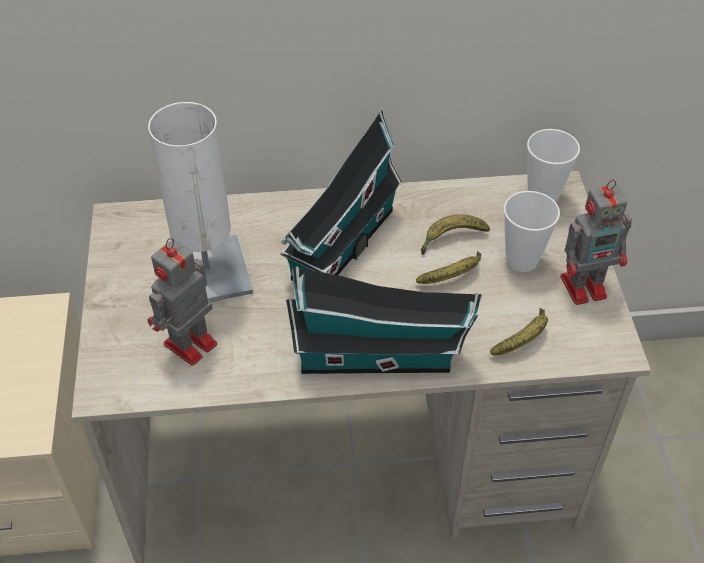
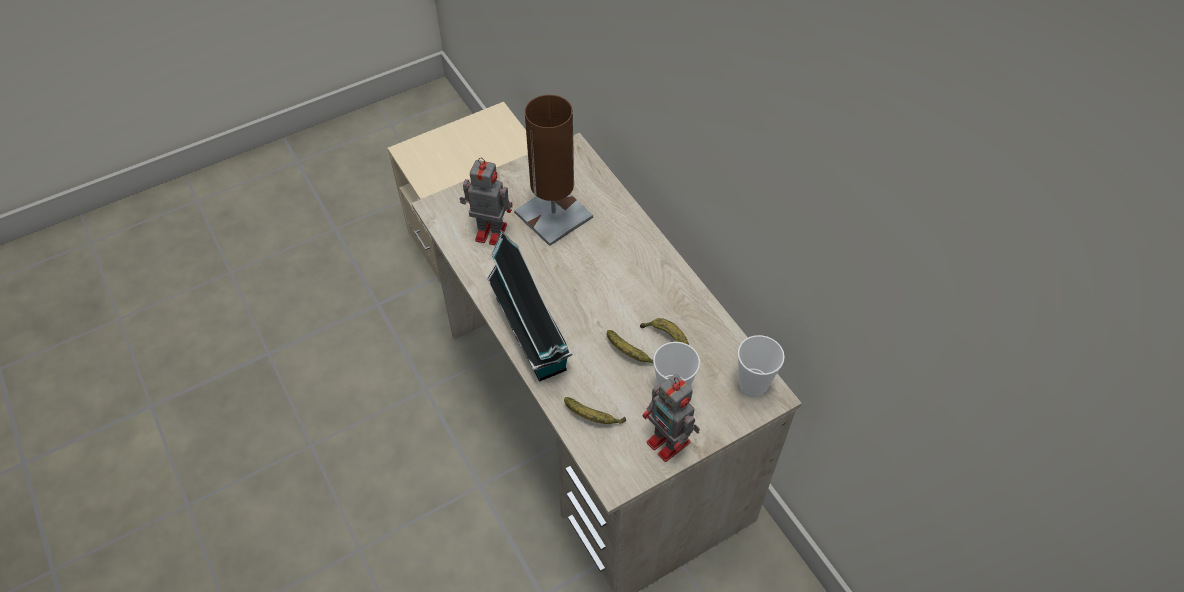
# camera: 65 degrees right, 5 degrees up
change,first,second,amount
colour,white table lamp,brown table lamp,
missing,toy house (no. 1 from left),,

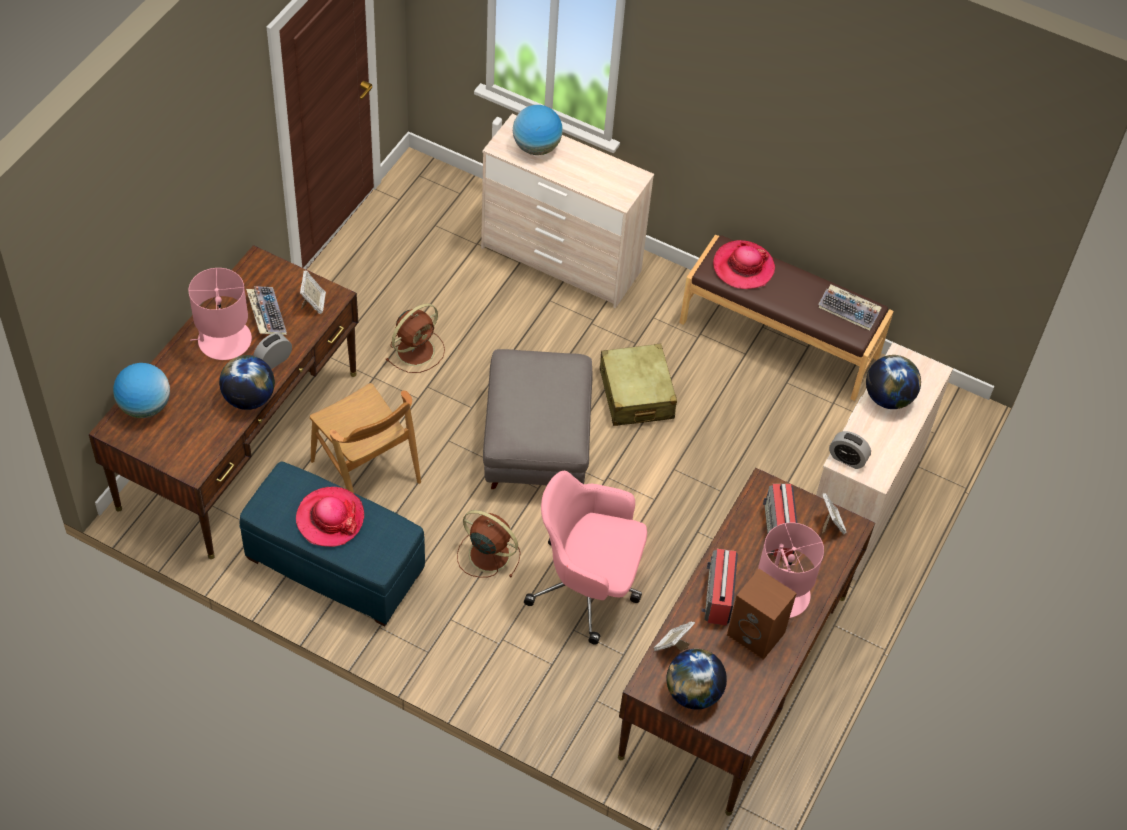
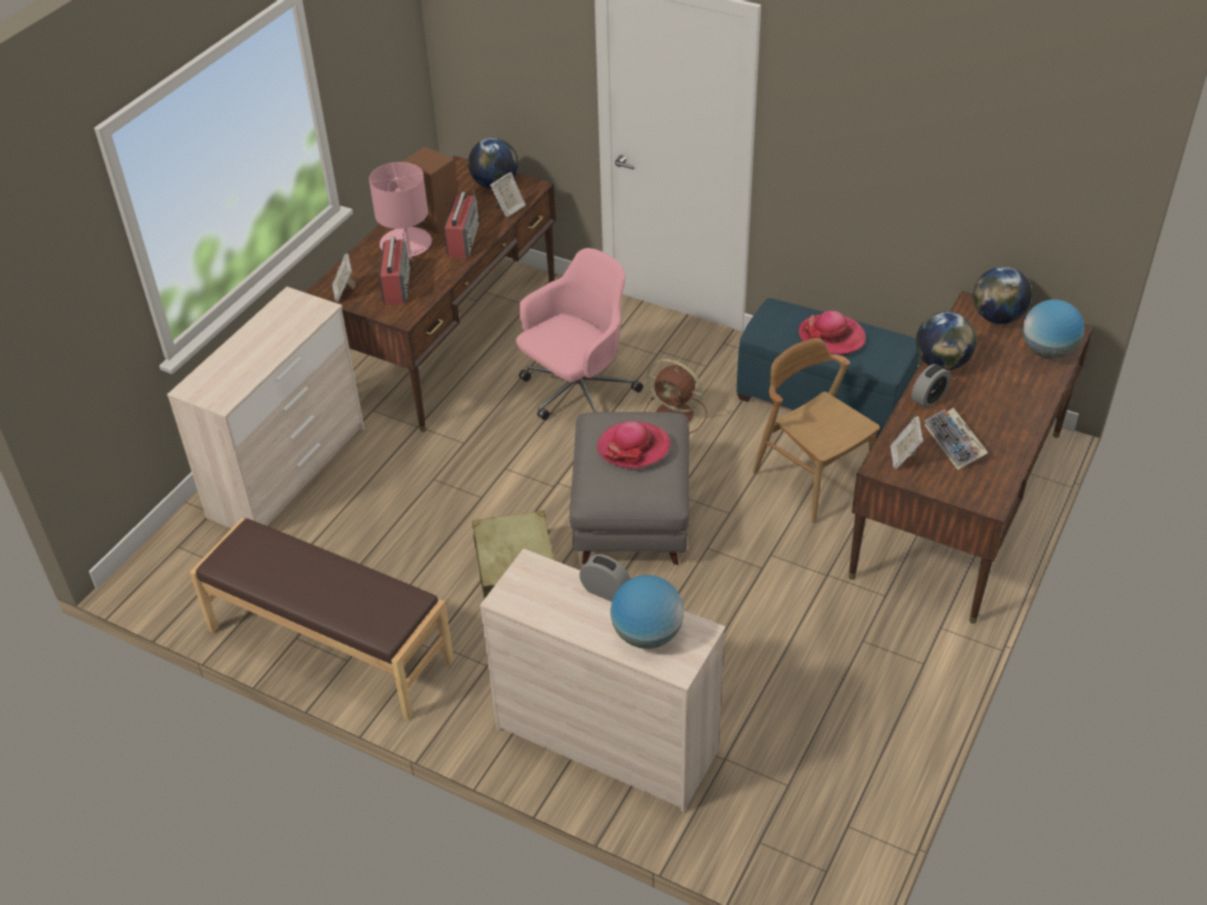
# camera: 175 degrees left, 10 degrees down
change,first,second,amount
relocated,hat (no. 2 from left in the first image),hat (no. 1 from left),
missing,pink table lamp (no. 1 from left),,
missing,keyboard (no. 2 from left),,
missing,brown fan (no. 1 from left),,
relocated,globe (no. 5 from left in the first image),globe (no. 4 from left),
relocated,alarm clock (no. 2 from left in the first image),alarm clock (no. 1 from left),
spun,pink office chair,,60 degrees counterclockwise

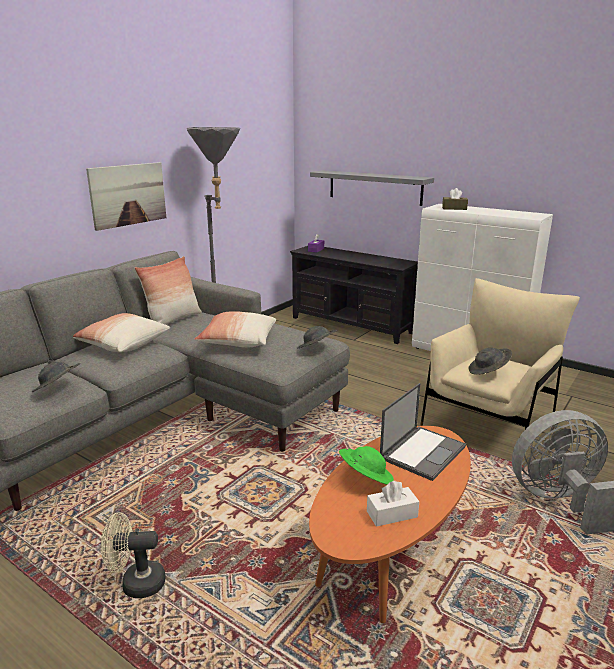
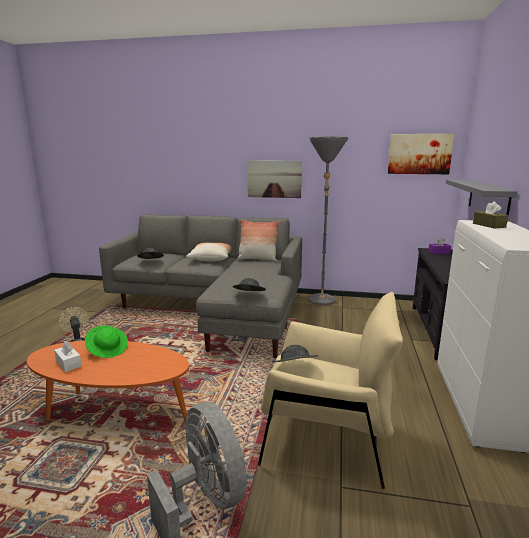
# camera: 65 degrees right, 5 degrees down
change,first,second,amount
missing,pillow (no. 3 from left),,
missing,laptop,,
appeared,,picture (no. 2 from left),

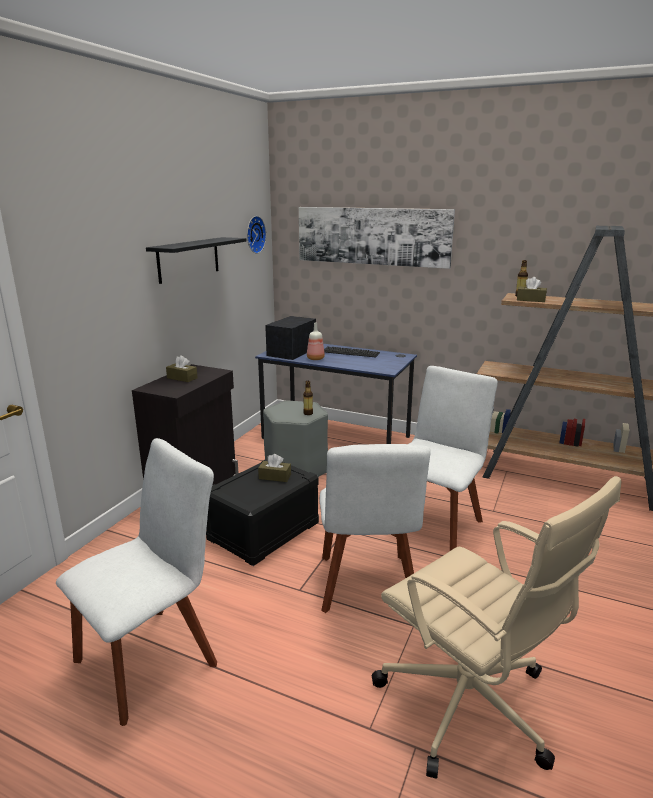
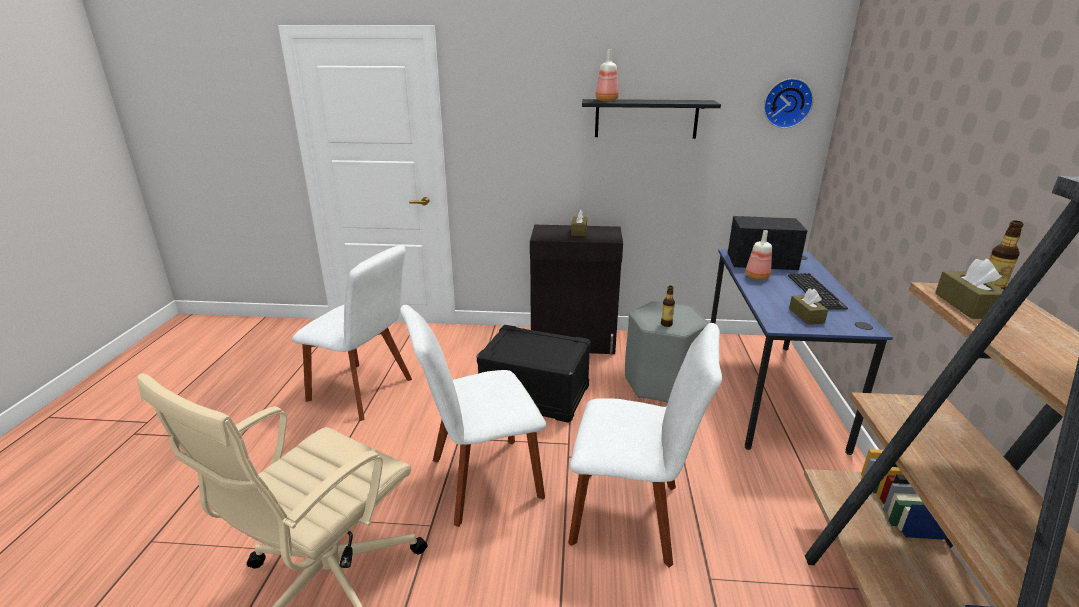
# camera: 70 degrees right, 5 degrees up
change,first,second,amount
missing,picture,,
relocated,brown tissue box (no. 2 from left),,
appeared,,bottle (no. 1 from left),

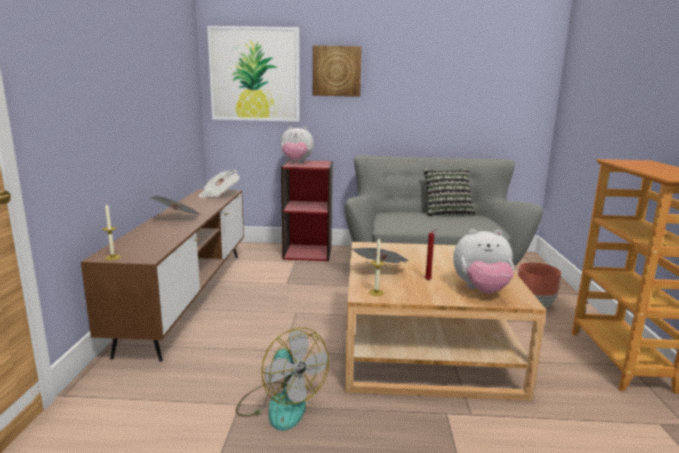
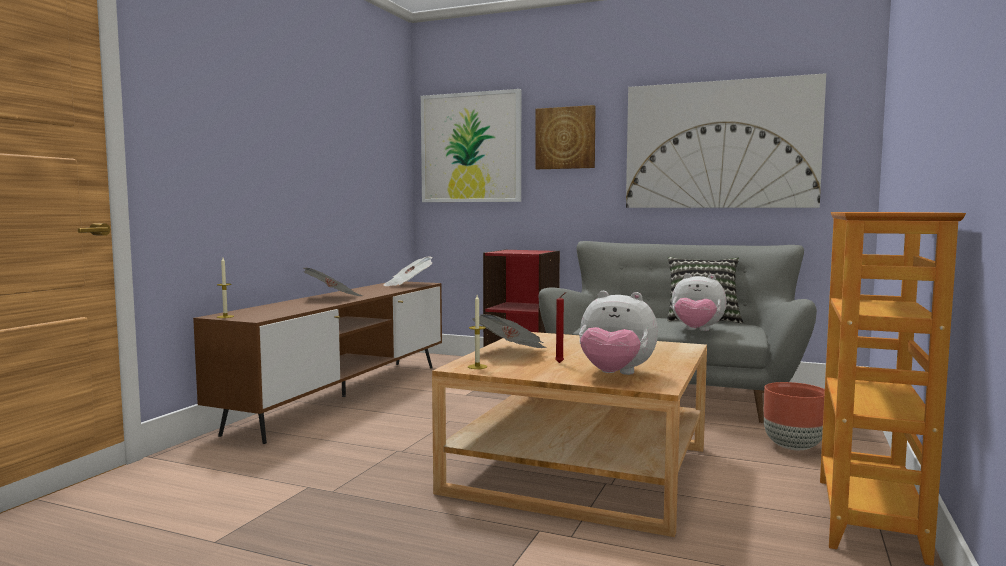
# camera: 20 degrees right, 10 degrees down
change,first,second,amount
relocated,plush toy (no. 1 from left in the first image),plush toy (no. 2 from left),
missing,fan,,
appeared,,picture (no. 3 from left),

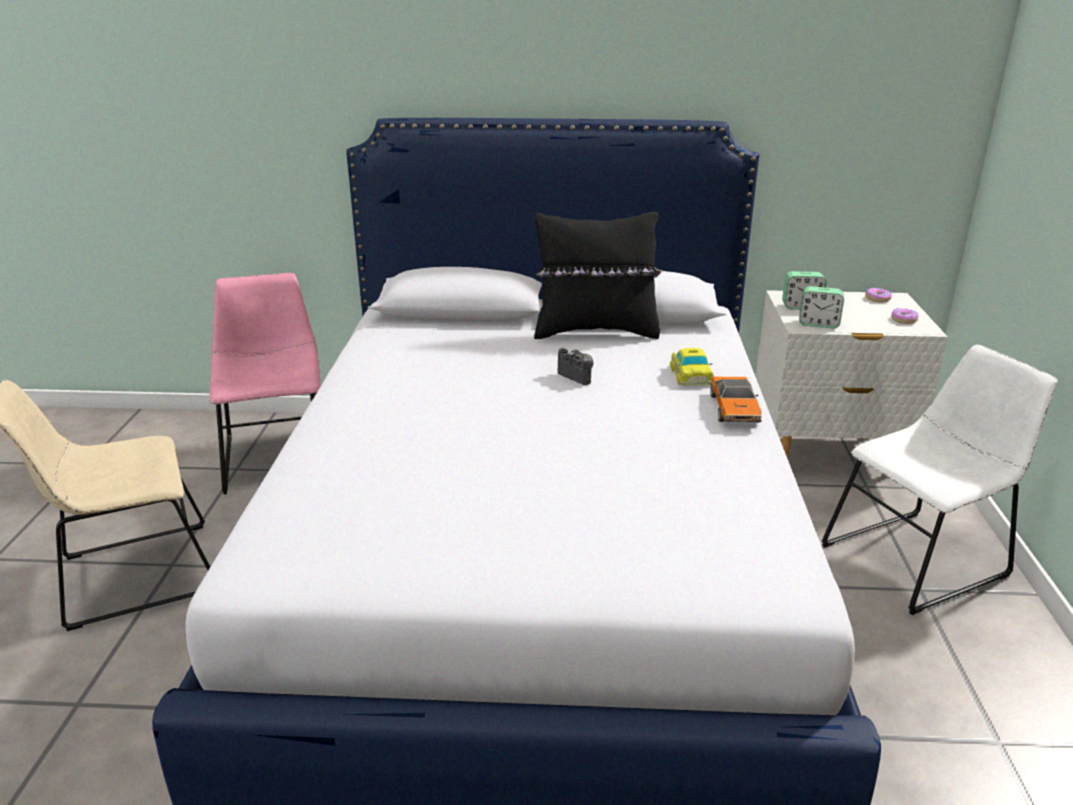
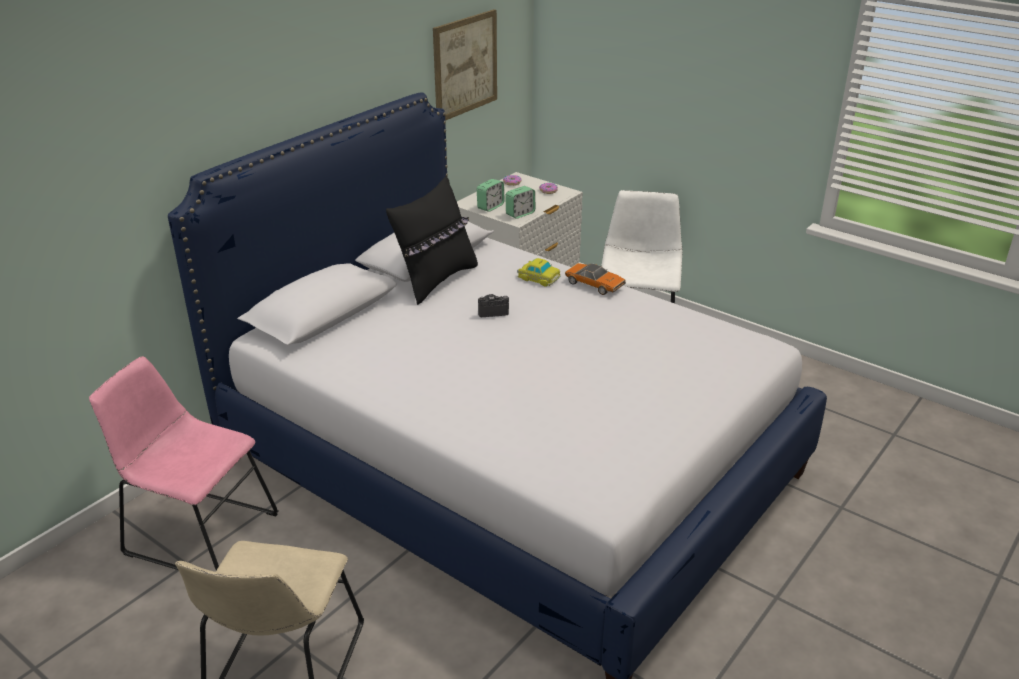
# camera: 55 degrees left, 5 degrees up
change,first,second,amount
appeared,,picture,

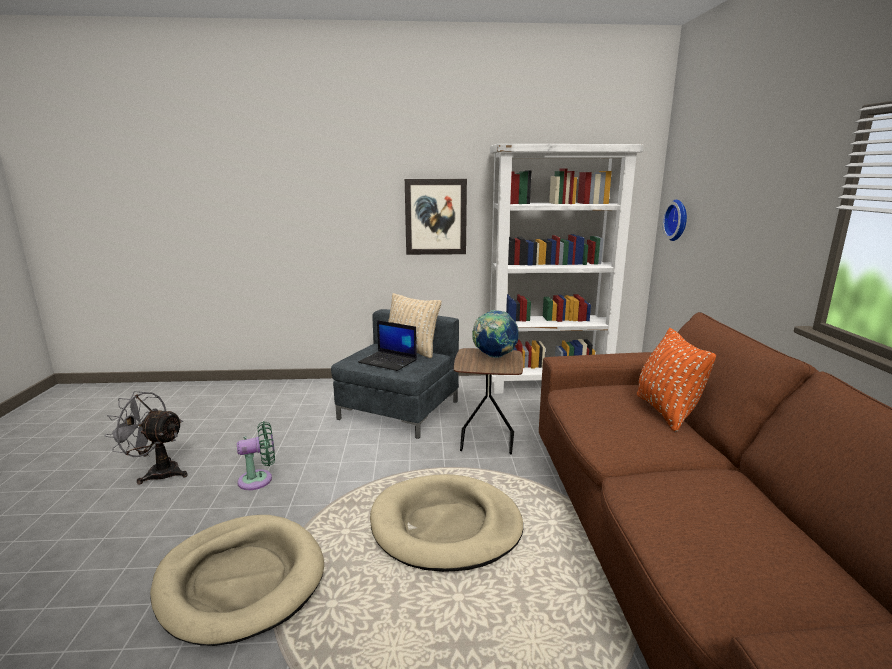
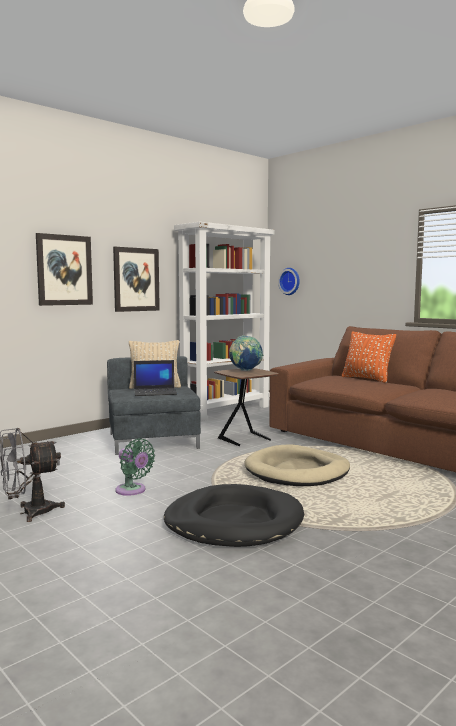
# camera: 40 degrees left, 10 degrees down
change,first,second,amount
spun,green fan,,105 degrees clockwise
colour,beige dog bed (no. 1 from left),black dog bed,
appeared,,picture (no. 1 from left),

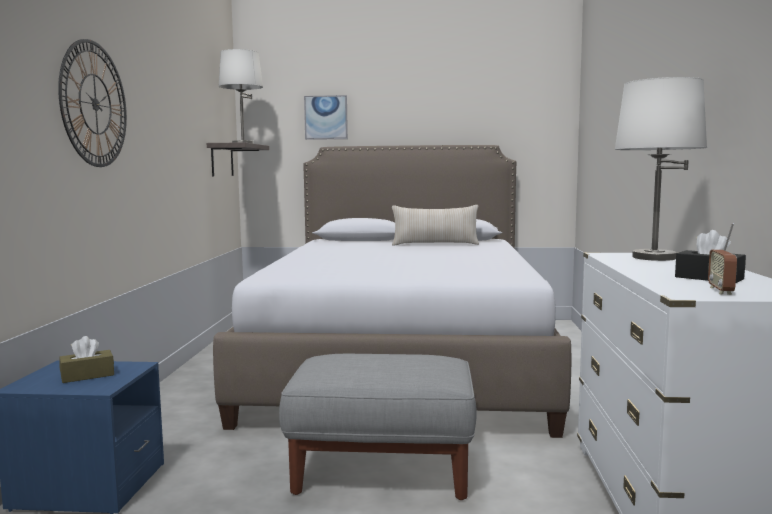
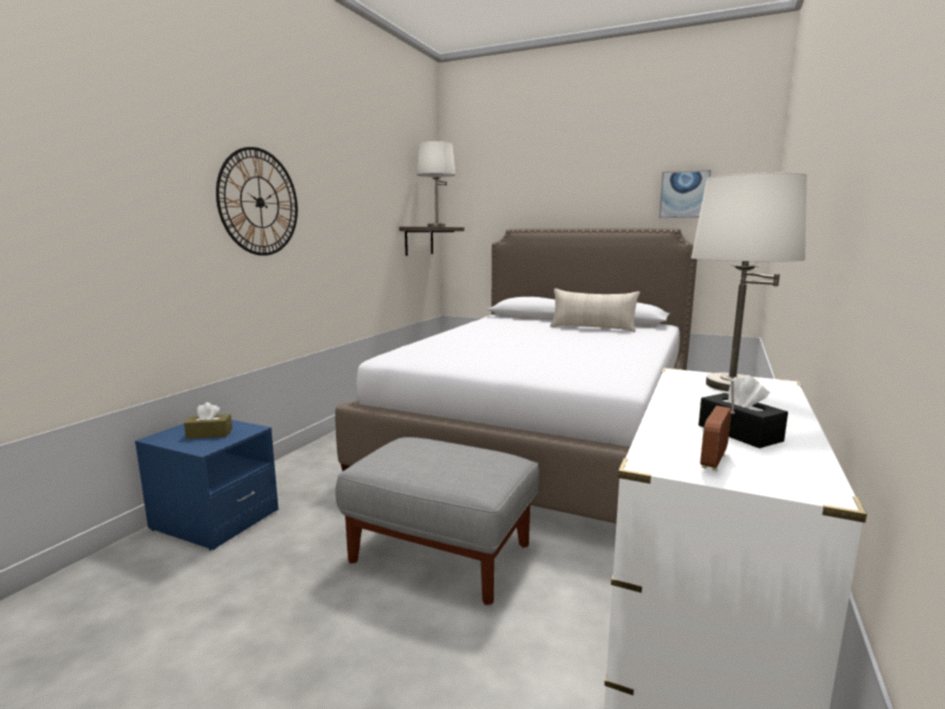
# camera: 20 degrees right, 5 degrees up
change,first,second,amount
relocated,picture,,

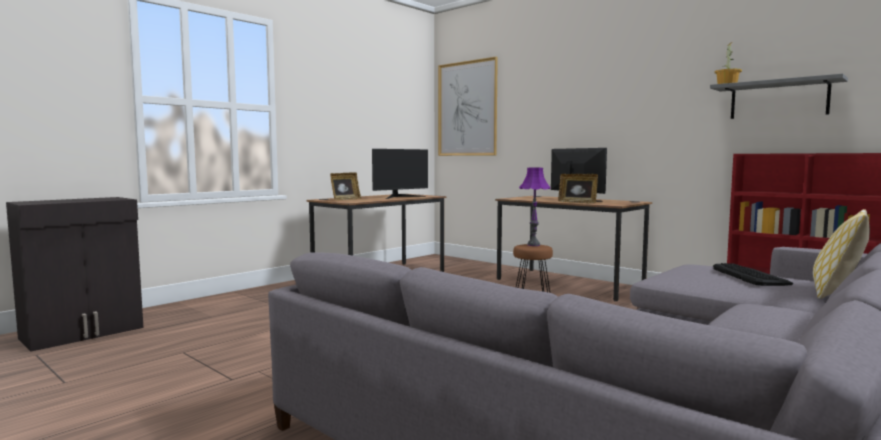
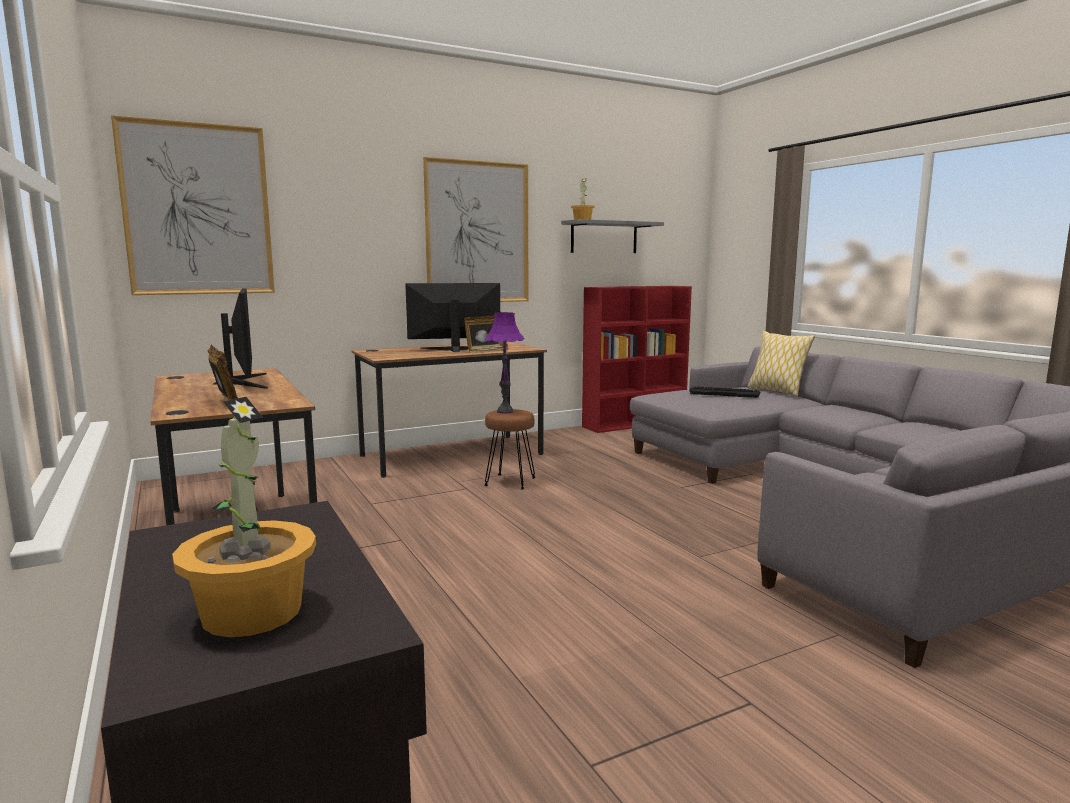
# camera: 70 degrees left, 5 degrees up
change,first,second,amount
appeared,,picture (no. 2 from left),
appeared,,potted plant (no. 1 from left),

